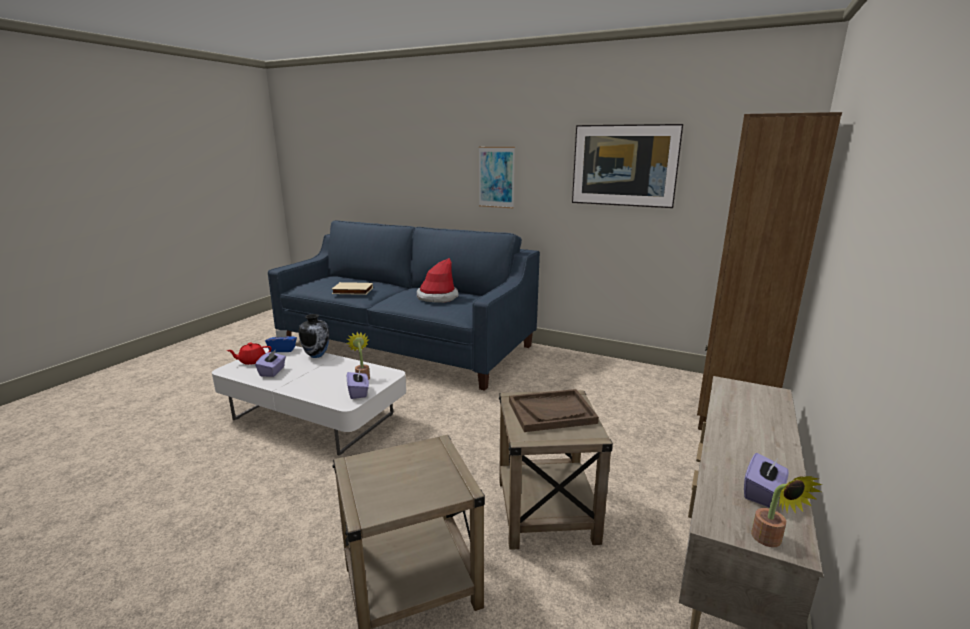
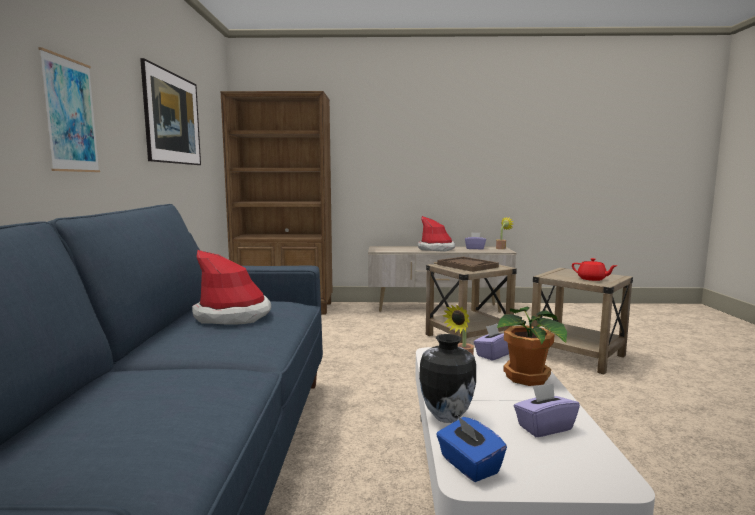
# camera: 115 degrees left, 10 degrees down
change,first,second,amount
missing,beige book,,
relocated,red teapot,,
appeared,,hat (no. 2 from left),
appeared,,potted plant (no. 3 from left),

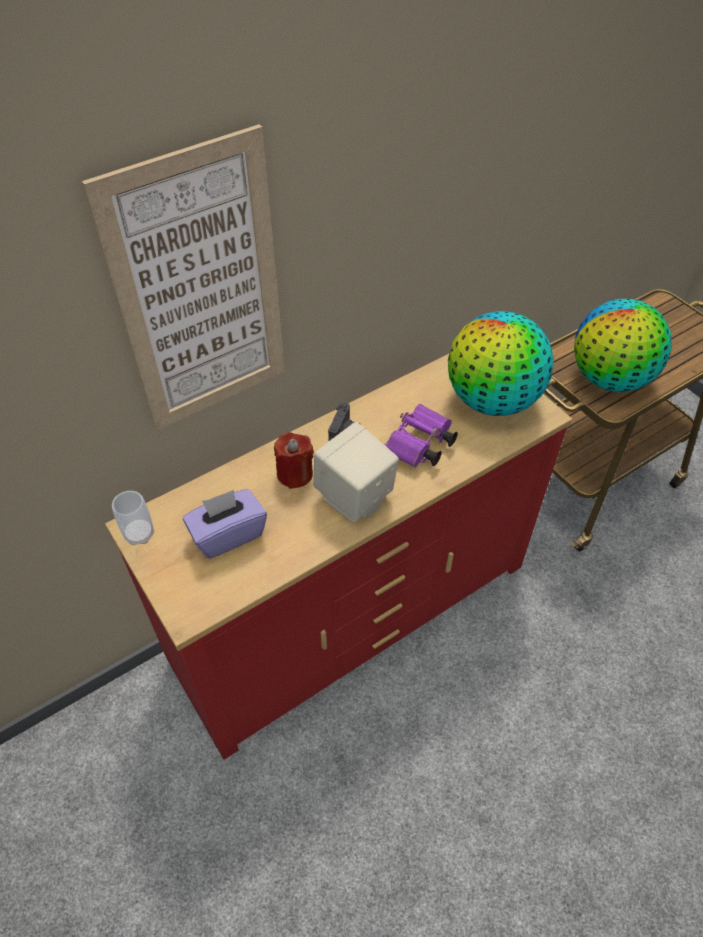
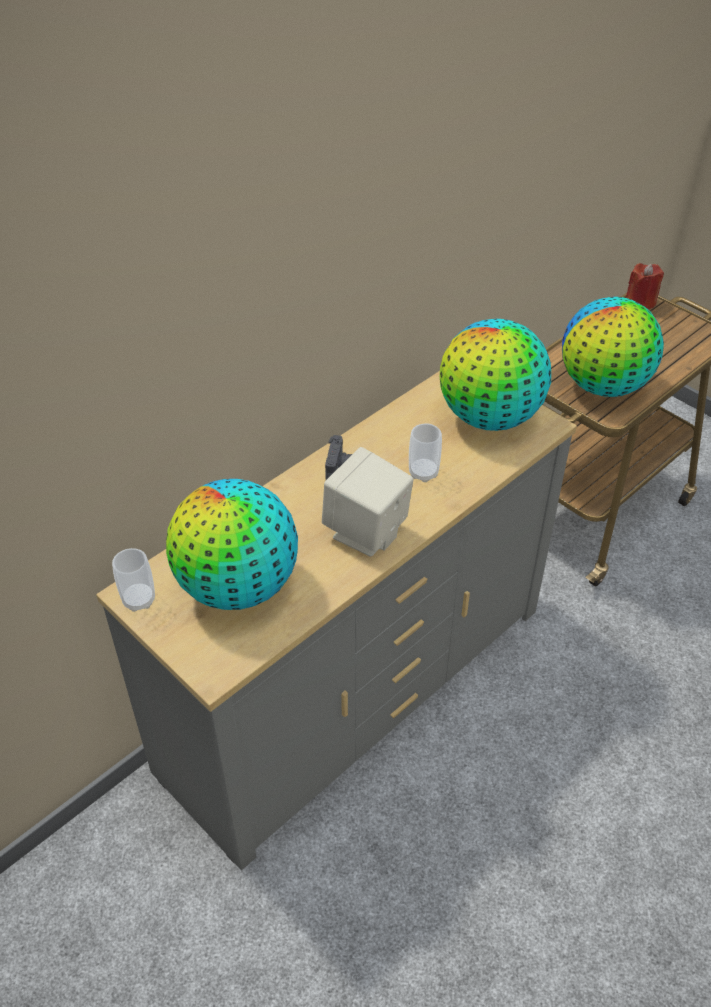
# camera: 10 degrees left, 5 degrees down
change,first,second,amount
missing,picture,,
colour,red dresser,grey dresser,
exchanged,purple binoculars,cup (no. 2 from left),
relocated,red candle,,
exchanged,purple tissue box,globe (no. 1 from left),

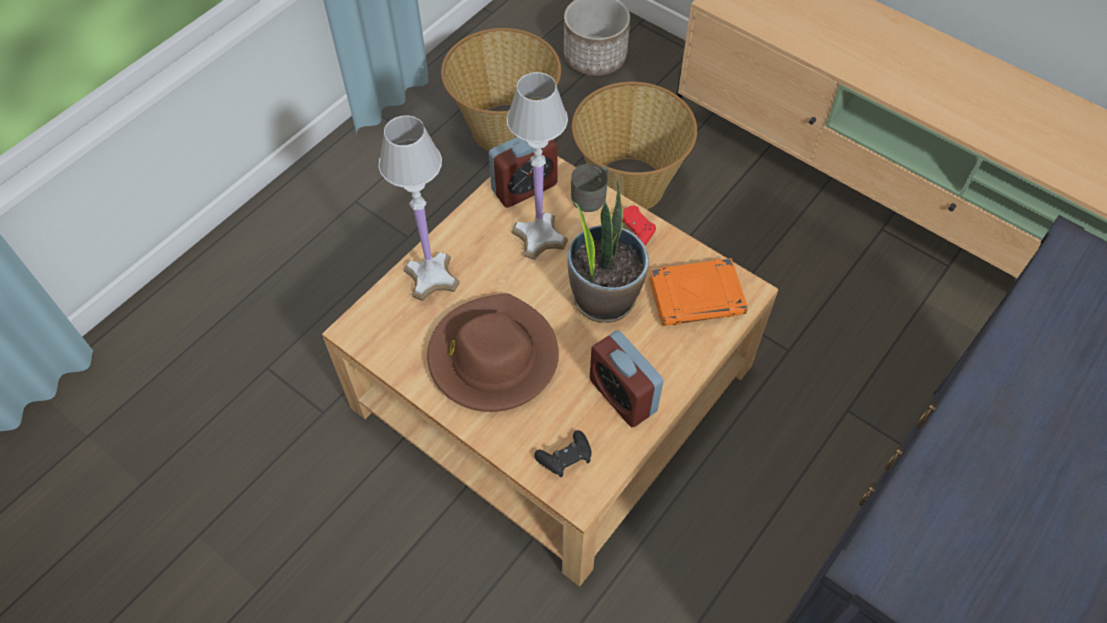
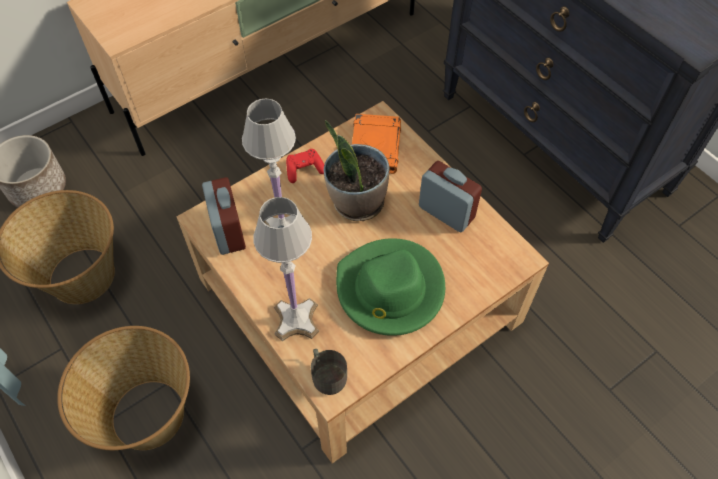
# camera: 75 degrees left, 0 degrees up
change,first,second,amount
relocated,basket (no. 2 from left),,
relocated,grey mug,,
colour,brown hat,green hat,
spun,alarm clock (no. 2 from left),,120 degrees counterclockwise
missing,black game controller,,

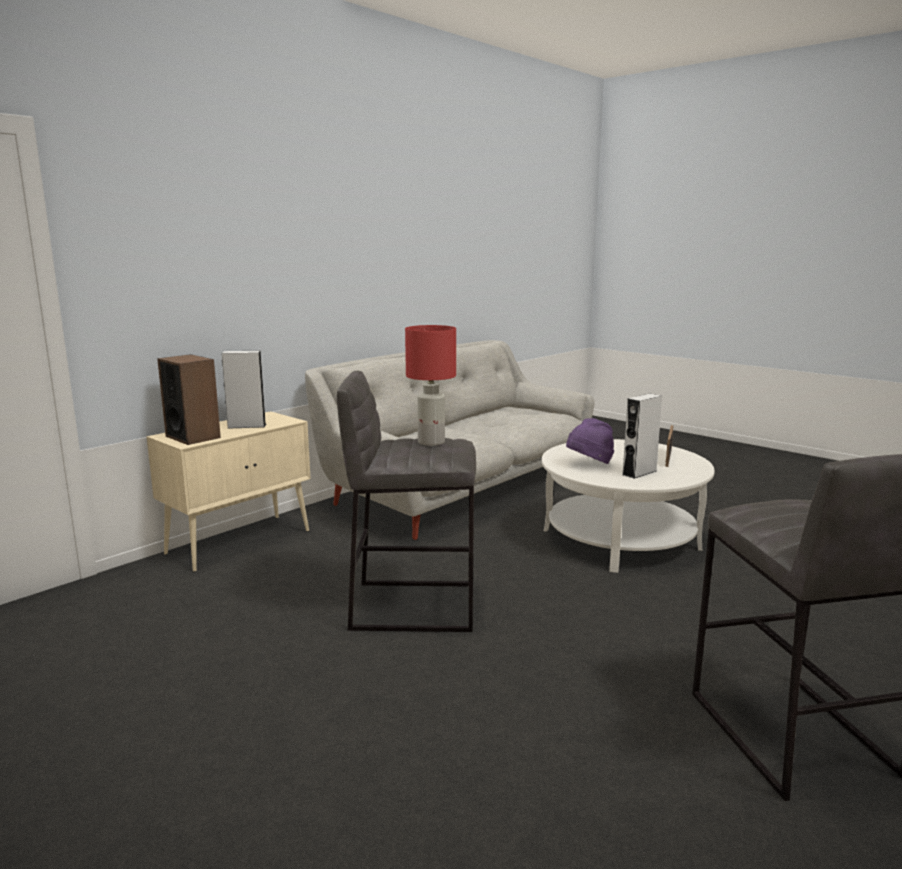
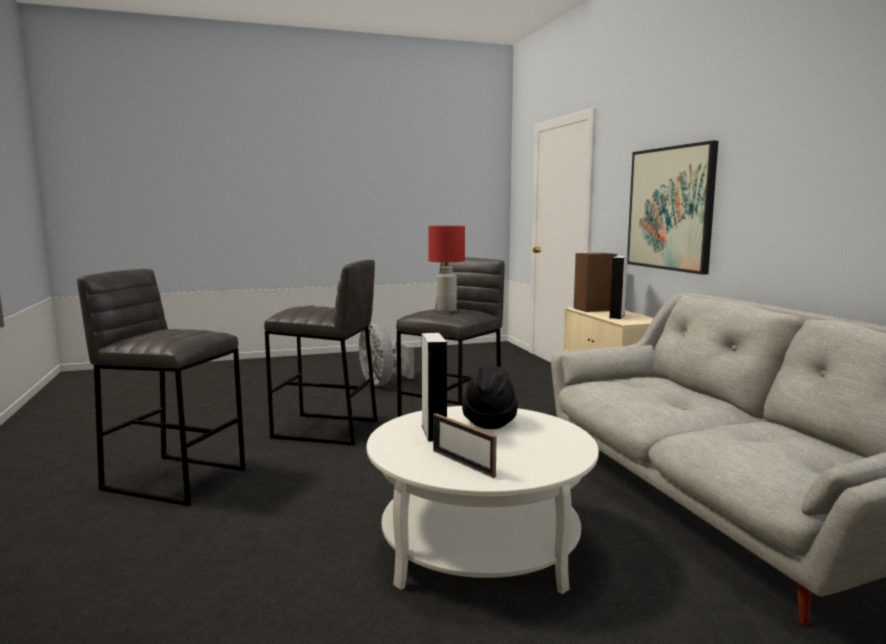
# camera: 120 degrees right, 5 degrees down
change,first,second,amount
colour,purple hat,black hat,
appeared,,picture,
appeared,,grey stool (no. 2 from left),
appeared,,grey fan,

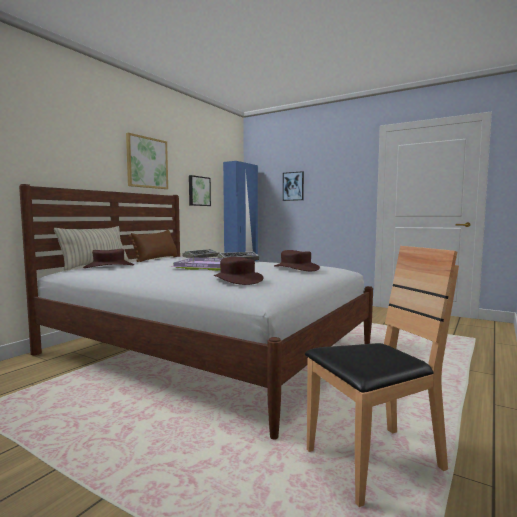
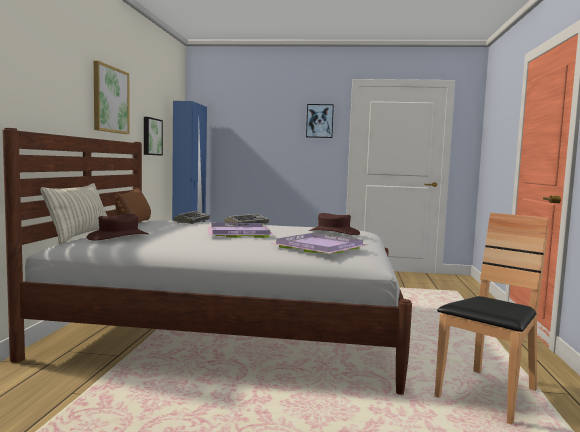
# camera: 25 degrees left, 0 degrees up
change,first,second,amount
relocated,picture (no. 3 from left),,
exchanged,brown hat (no. 2 from left),purple tray (no. 2 from left),

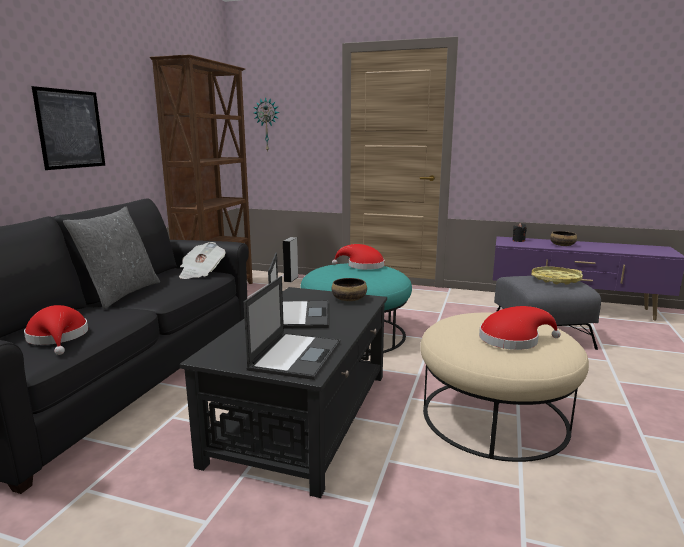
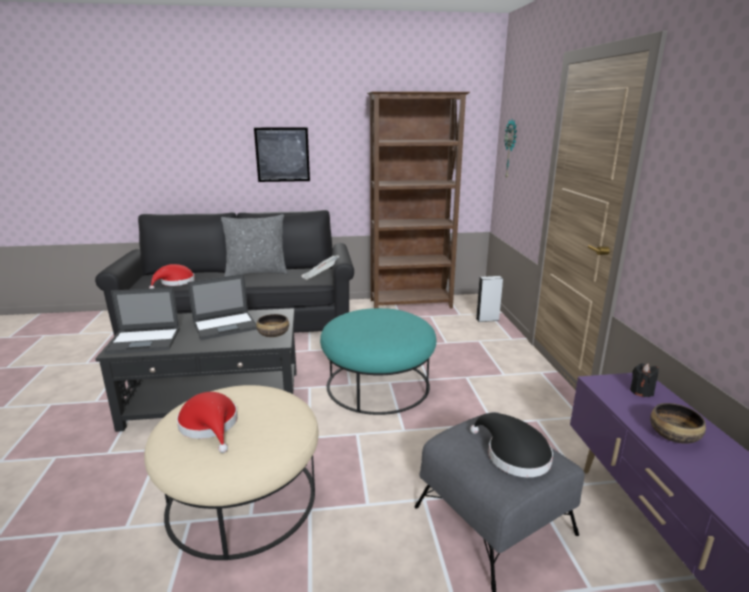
# camera: 65 degrees right, 5 degrees up
change,first,second,amount
missing,red hat (no. 2 from left),,
exchanged,yellow tray,black hat,

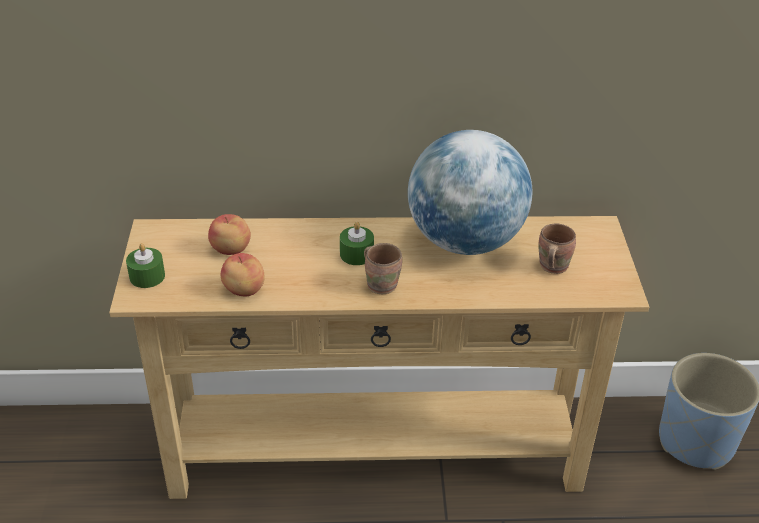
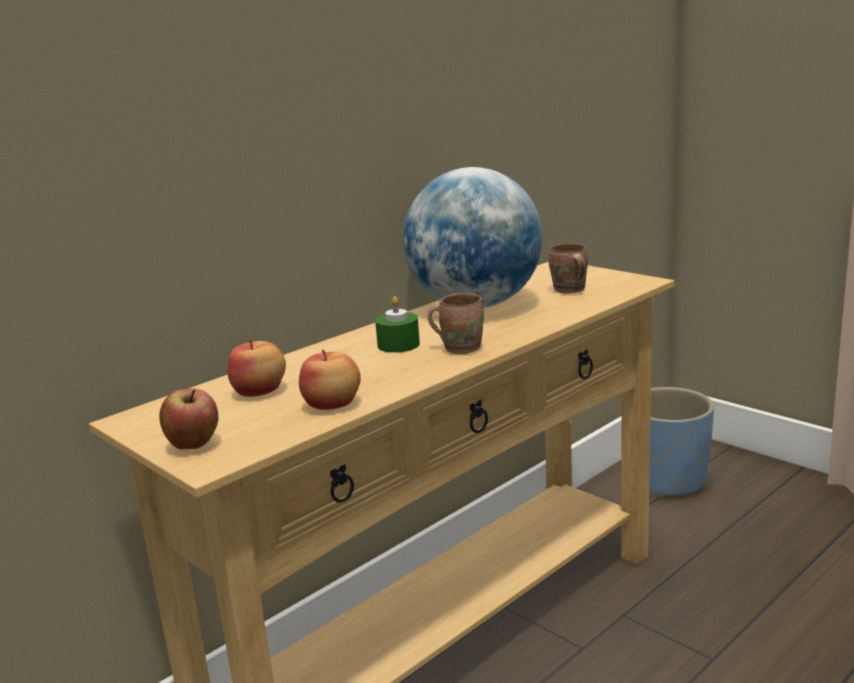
# camera: 40 degrees left, 20 degrees down
change,first,second,amount
exchanged,green candle (no. 1 from left),apple (no. 1 from left),

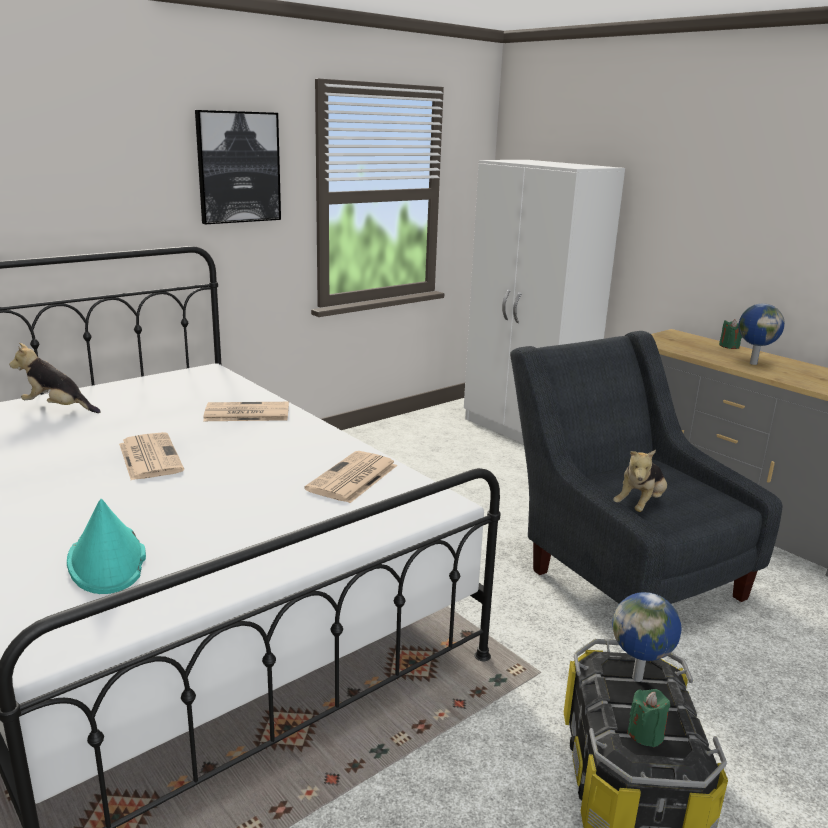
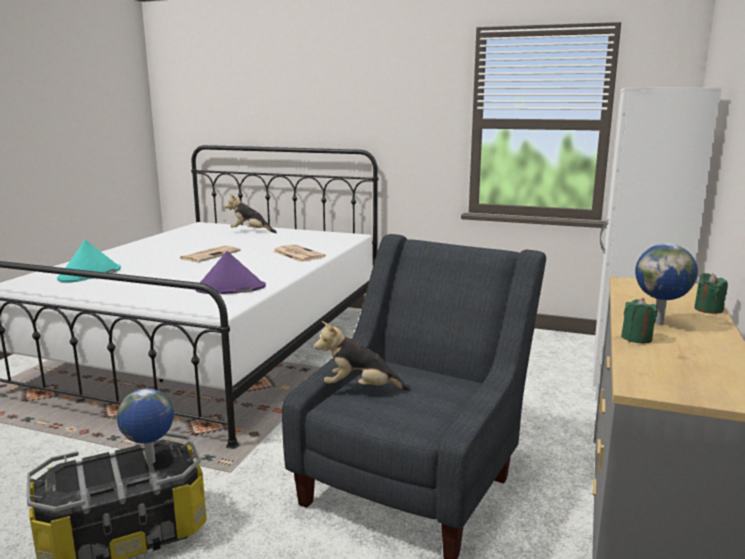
# camera: 60 degrees right, 5 degrees down
change,first,second,amount
missing,picture,,
spun,plush toy (no. 1 from left),,60 degrees counterclockwise
exchanged,newspaper (no. 3 from left),purple hat,
relocated,green candle (no. 1 from left),,

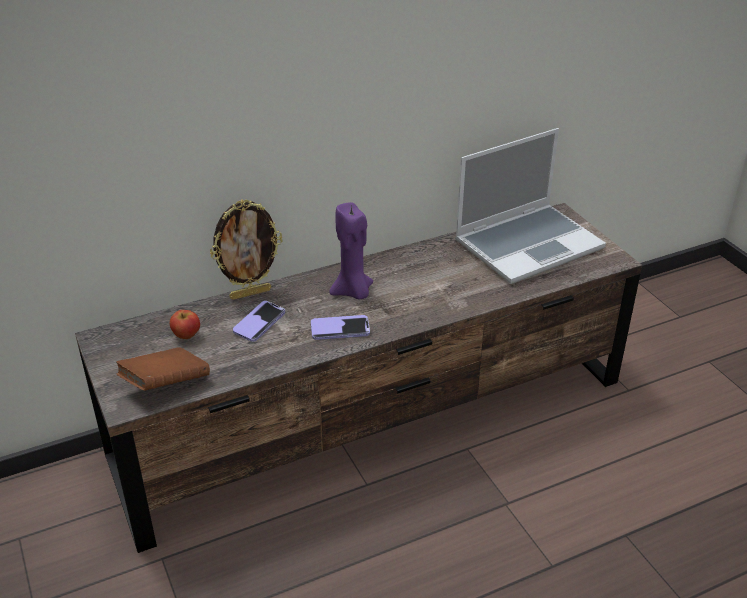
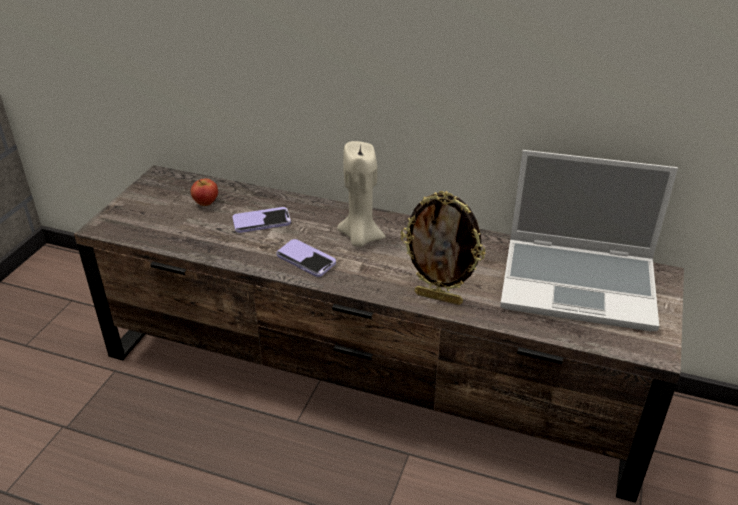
# camera: 45 degrees right, 0 degrees up
change,first,second,amount
relocated,picture frame,,
colour,purple candle,beige candle,
missing,brown book,,

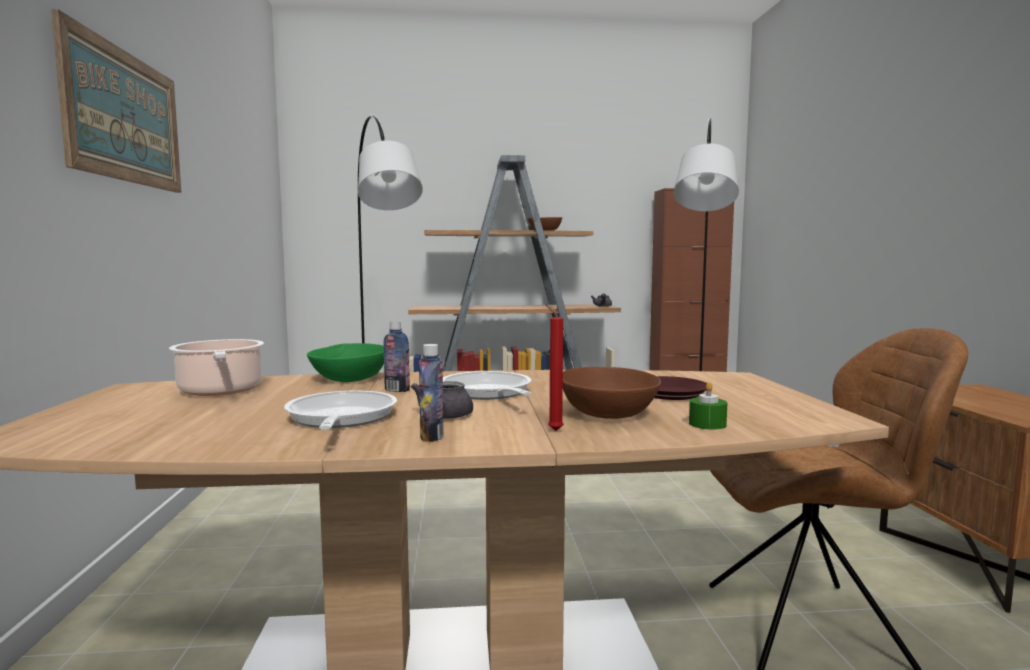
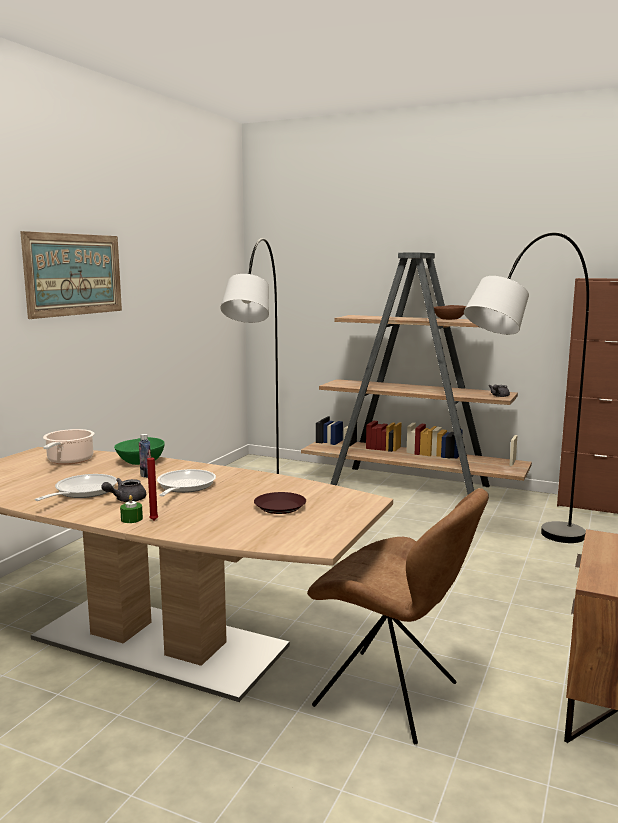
# camera: 30 degrees right, 5 degrees up
change,first,second,amount
missing,bottle (no. 2 from left),,
missing,brown bowl (no. 2 from left),,
relocated,green candle,,

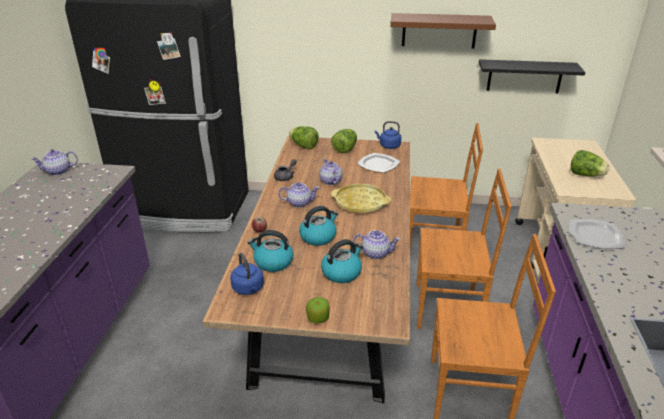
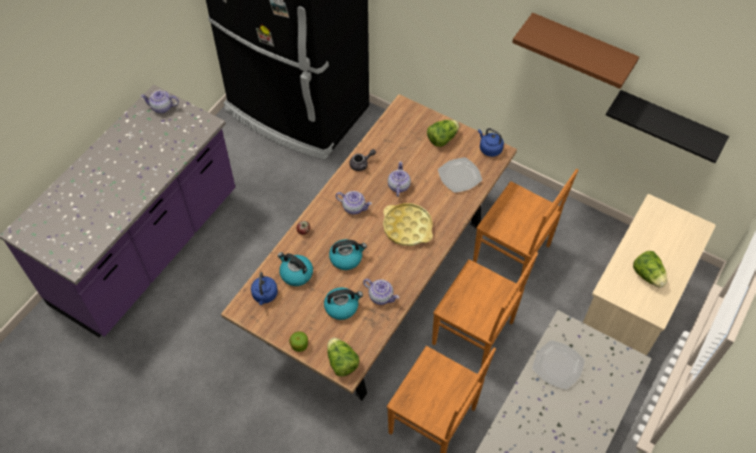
# camera: 25 degrees right, 25 degrees up
change,first,second,amount
relocated,lettuce (no. 1 from left),,

